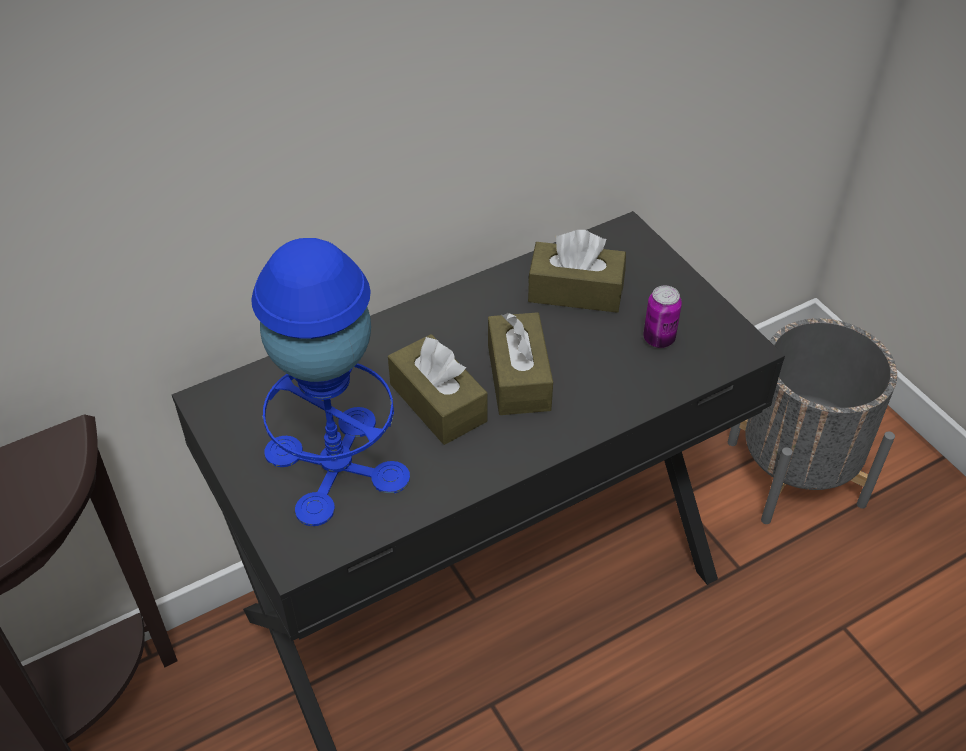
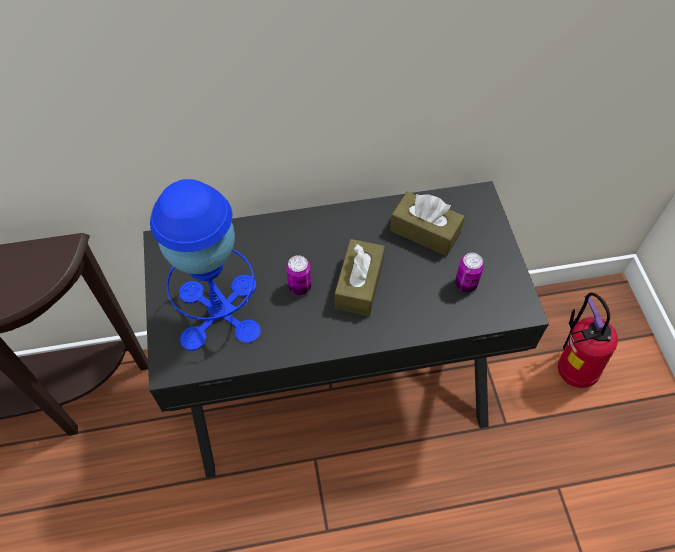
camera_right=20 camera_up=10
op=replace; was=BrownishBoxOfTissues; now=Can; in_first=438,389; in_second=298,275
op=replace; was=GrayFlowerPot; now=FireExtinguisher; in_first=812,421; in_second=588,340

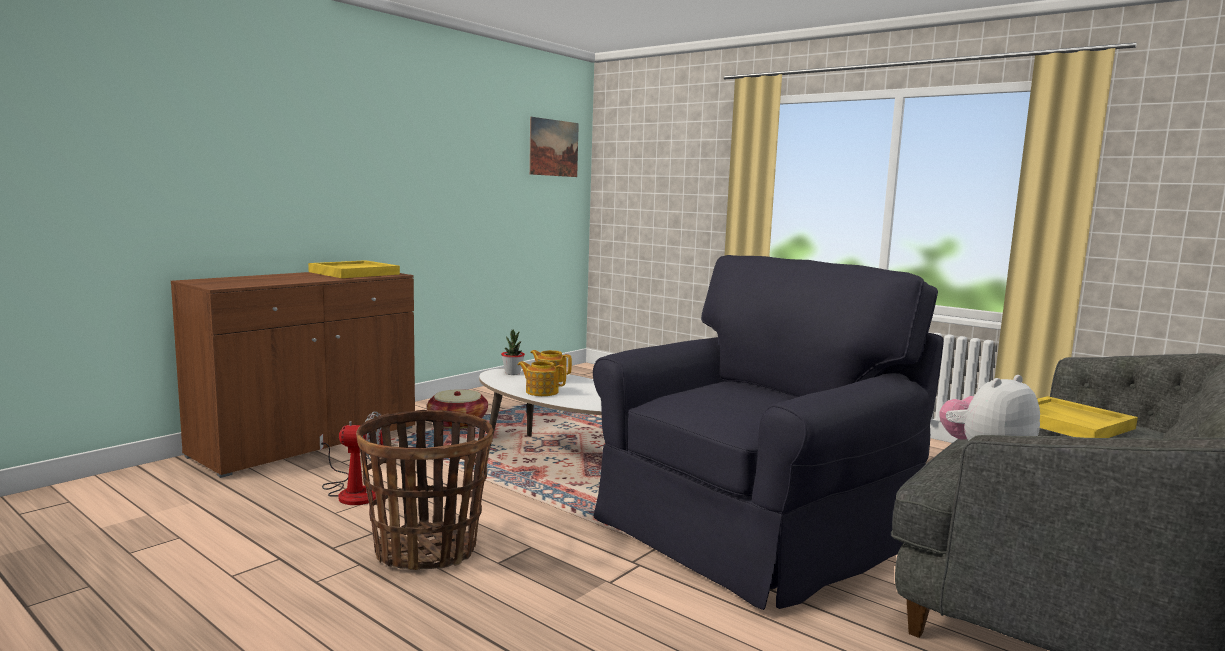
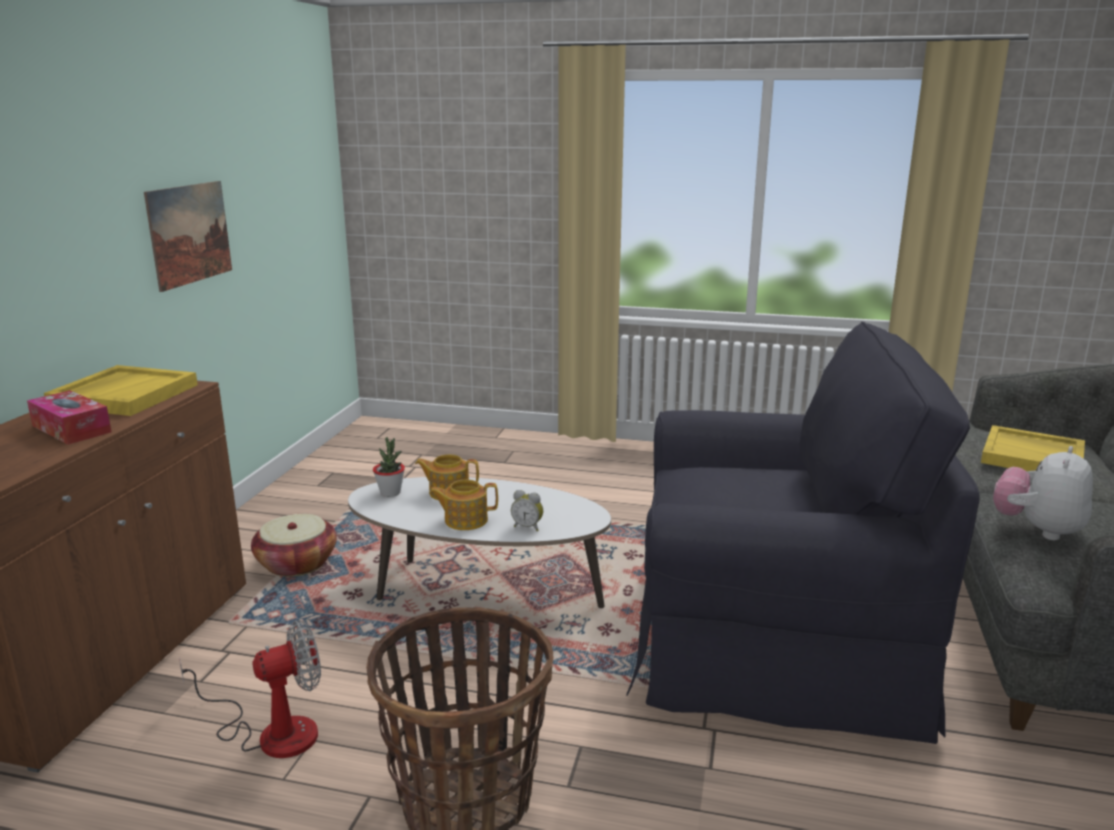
camera_right=-25 camera_up=10
op=move; was=WallArt; in_first=554,147; in_second=188,236
op=rotate; was=BlackishLoungeChair; in_first=768,432; in_second=803,533; clockwise=75
op=insert; now=BoxOfTissues; in_second=69,417
op=insert; now=BedsideClock; in_second=527,510

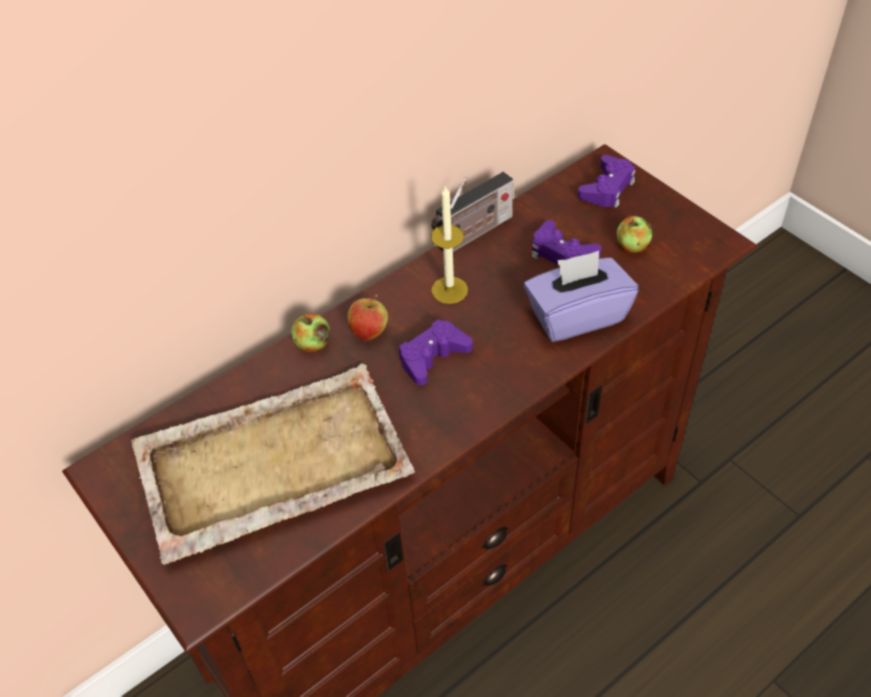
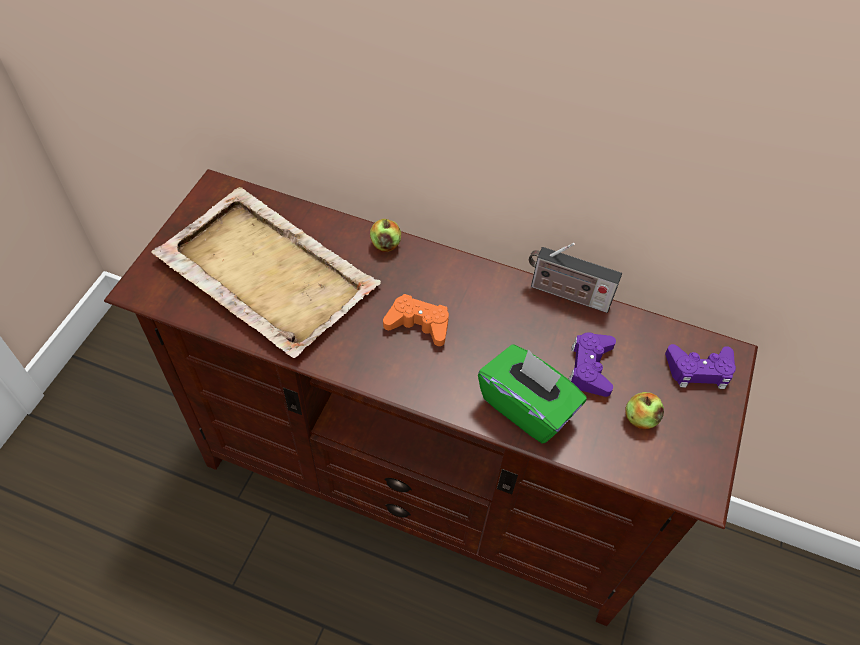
camera_right=55 camera_up=5
op=delete; was=Apple; in_first=367,318
op=recolor; was=PurplishJoypad; now=OrangeJoypad; in_first=436,352; in_second=416,320
op=delete; was=Candle; in_first=449,244
op=recolor; was=PurplishBoxOfTissues; now=GreenishBoxOfTissues; in_first=581,296; in_second=532,394

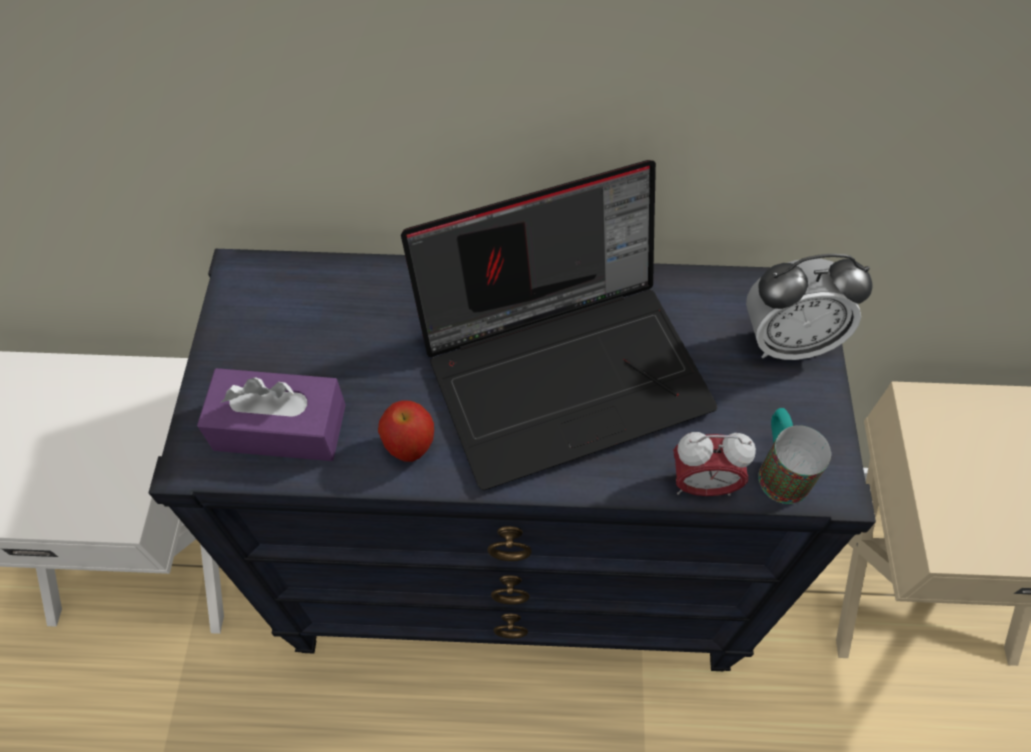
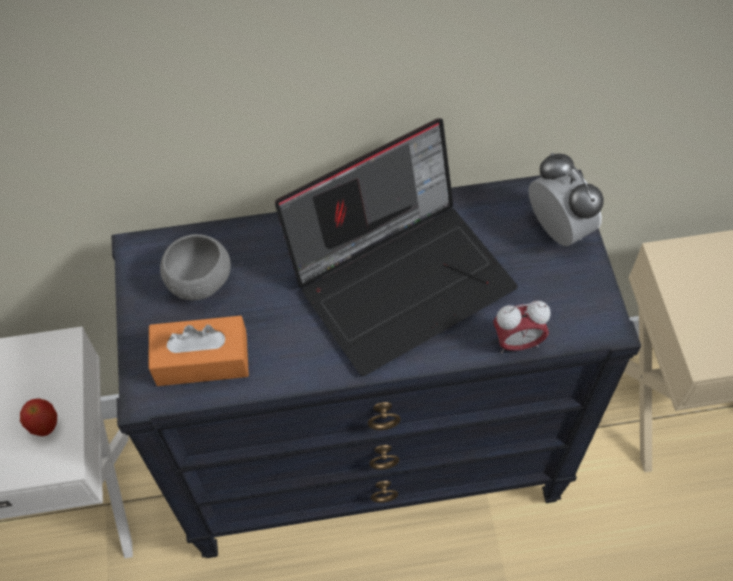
camera_right=-10 camera_up=0
op=recolor; was=PurplishBoxOfTissues; now=OrangeBoxOfTissues; in_first=271,414; in_second=198,351
op=move; was=Apple; in_first=406,431; in_second=38,417
op=rotate; was=BedsideClock; in_first=809,307; in_second=566,199; clockwise=-105
op=delete; was=TeaMug; in_first=794,456
op=insert; now=GrayBowl; in_second=195,267

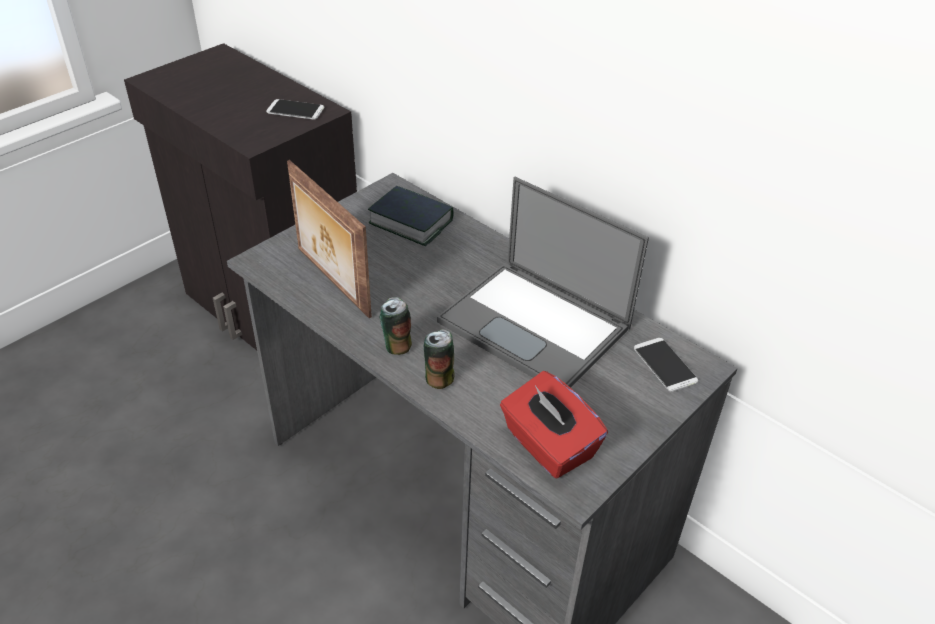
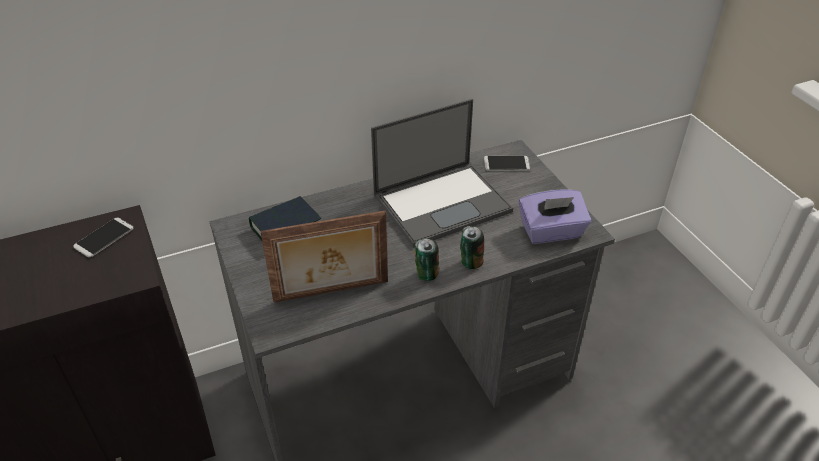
camera_right=-65 camera_up=0
op=recolor; was=ReddishBoxOfTissues; now=PurplishBoxOfTissues; in_first=554,424; in_second=555,216

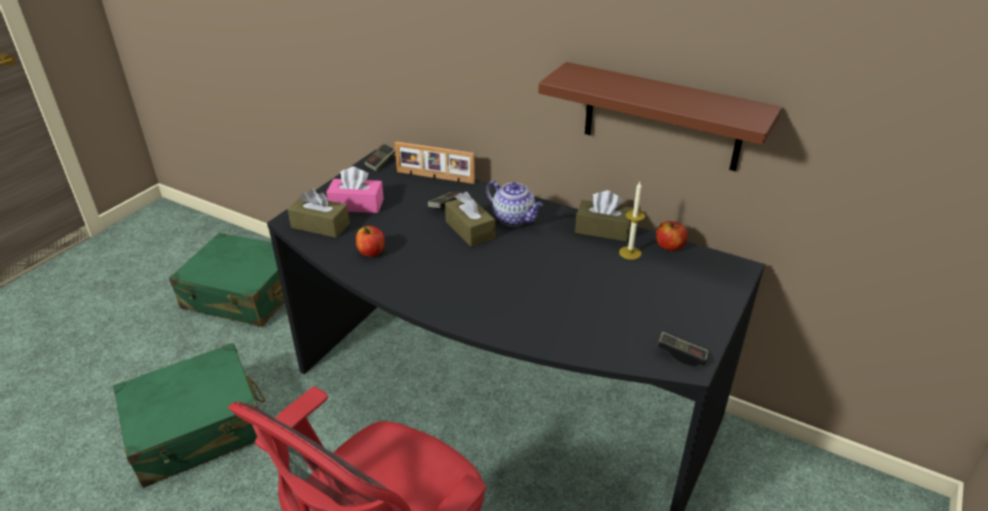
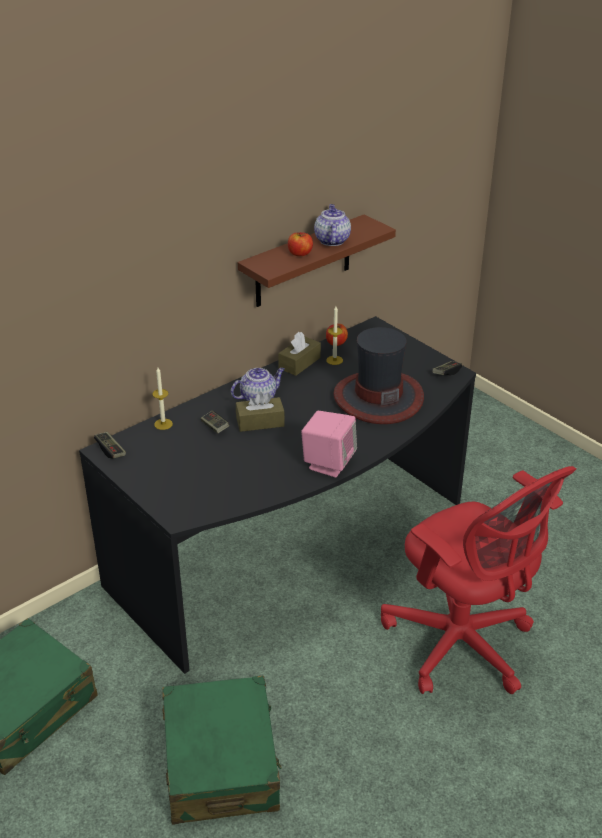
camera_right=-70 camera_up=0
op=delete; was=BrownishBoxOfTissues; in_first=318,213
op=delete; was=PinkishBoxOfTissues; in_first=355,189
op=move; was=Apple; in_first=370,241; in_second=300,244
op=replace; was=PhotoFrame; now=Candle; in_first=434,163; in_second=162,399
op=insert; now=PinkishSpeaker; in_second=329,444
op=insert; now=PotForTea; in_second=332,225
op=insert; now=ClothingHat; in_second=378,375

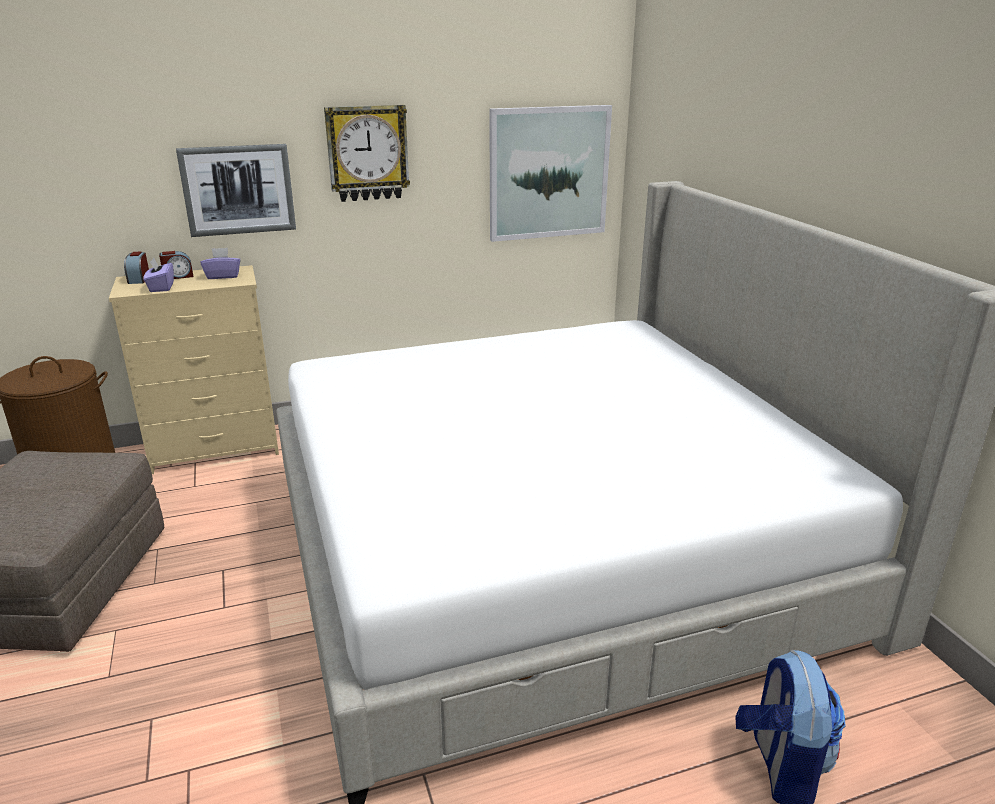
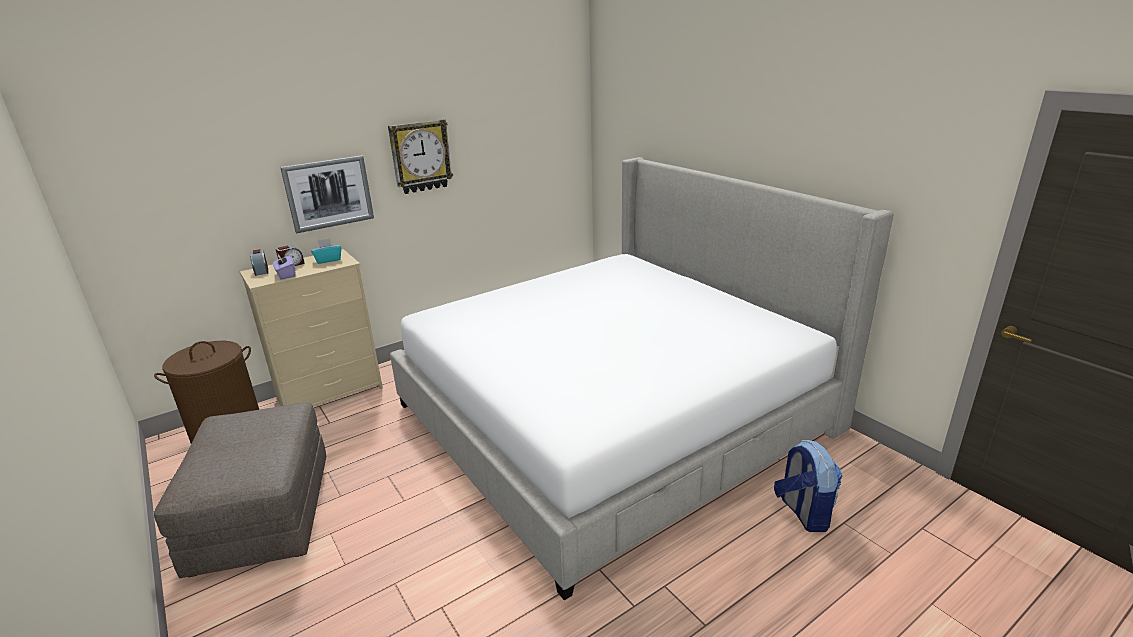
camera_right=-15 camera_up=0
op=recolor; was=PurplishBoxOfTissues; now=TurquoiseBoxOfTissues; in_first=220,263; in_second=326,251
op=delete; was=WallArt; in_first=550,173

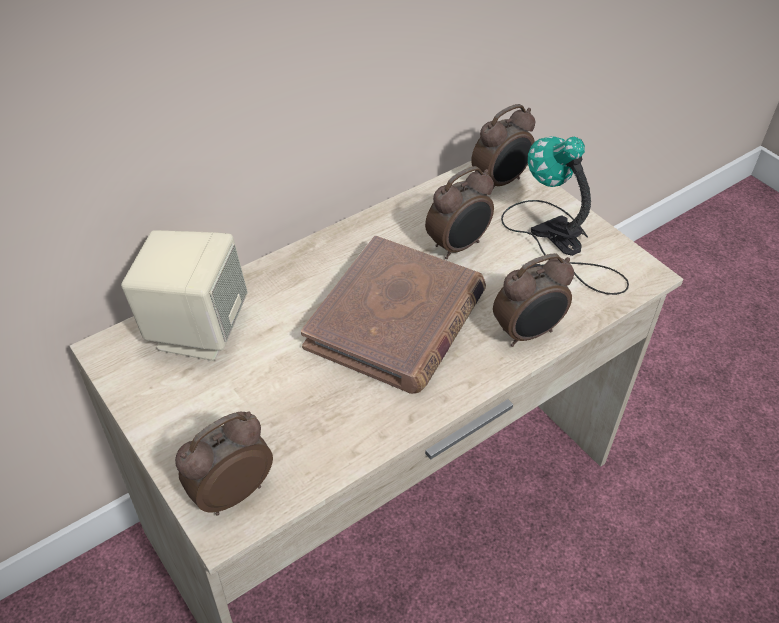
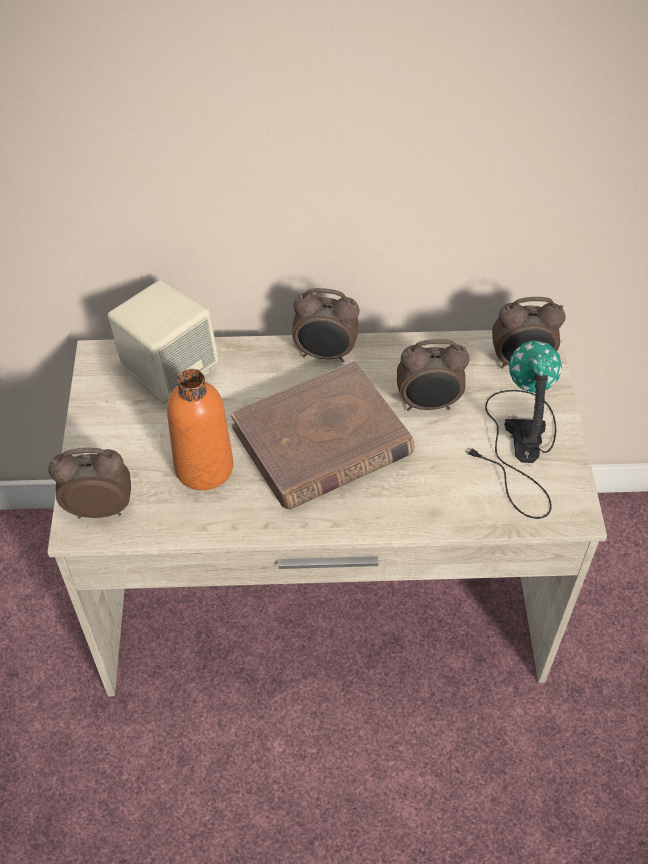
camera_right=35 camera_up=5
op=move; was=BedsideClock; in_first=533,300; in_second=326,325
op=insert; now=OrangeBeverageBottle; in_second=200,429

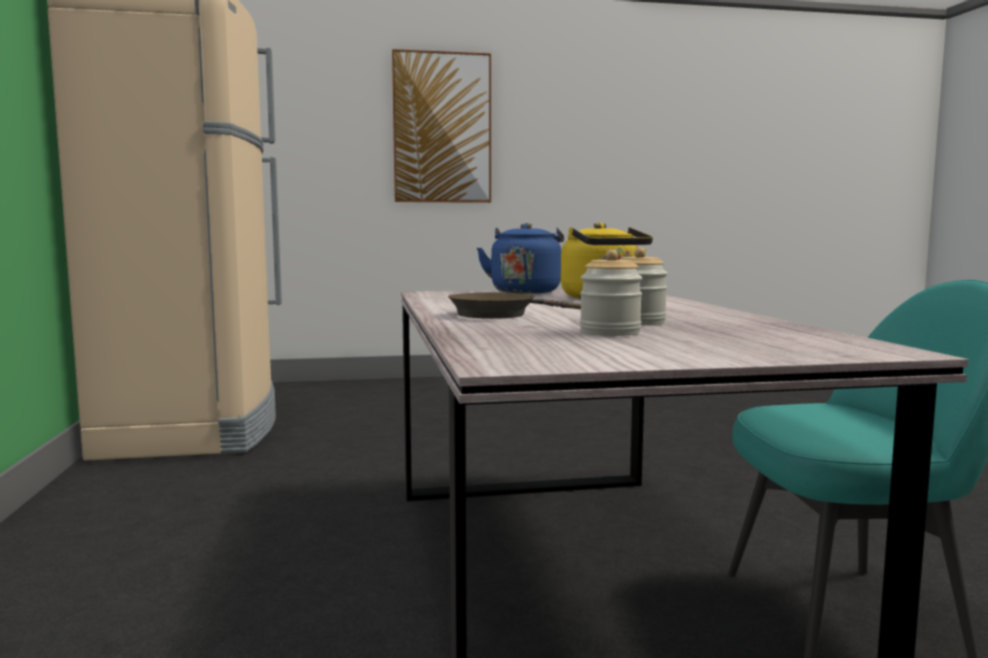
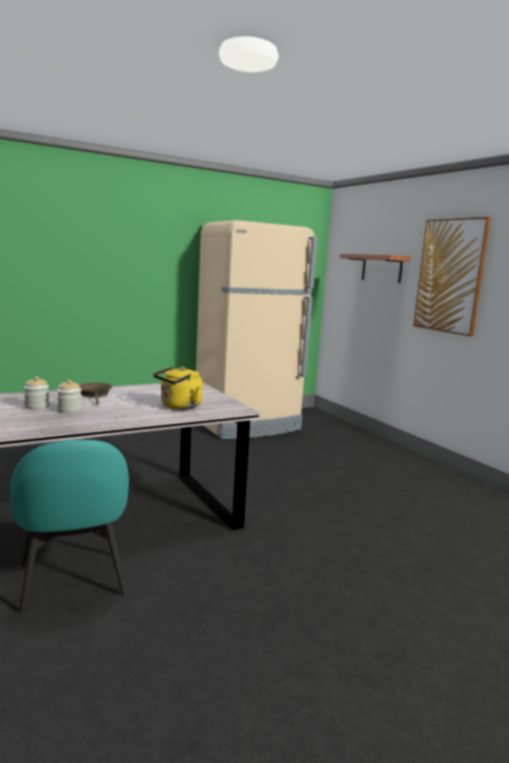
camera_right=70 camera_up=5
op=delete; was=BlueKettle; in_first=520,258
op=insert; now=BracketShelf; in_second=375,268

